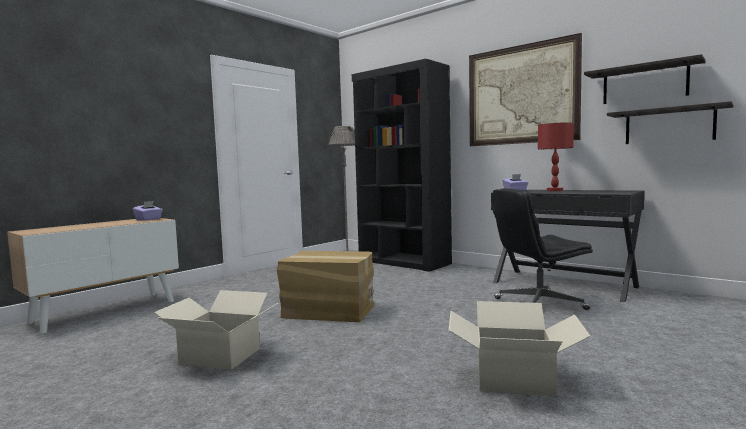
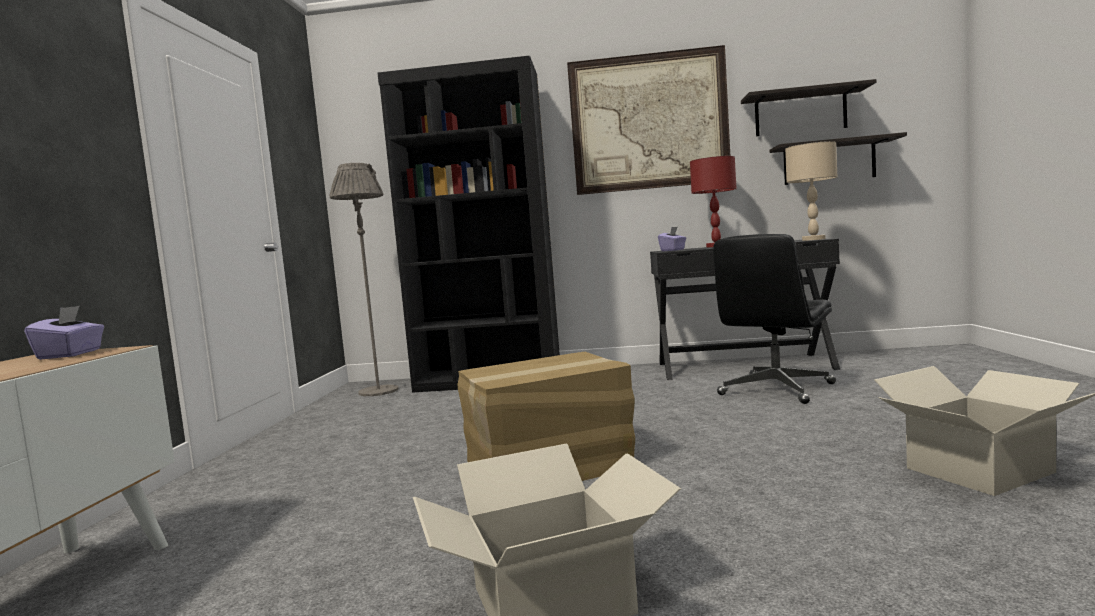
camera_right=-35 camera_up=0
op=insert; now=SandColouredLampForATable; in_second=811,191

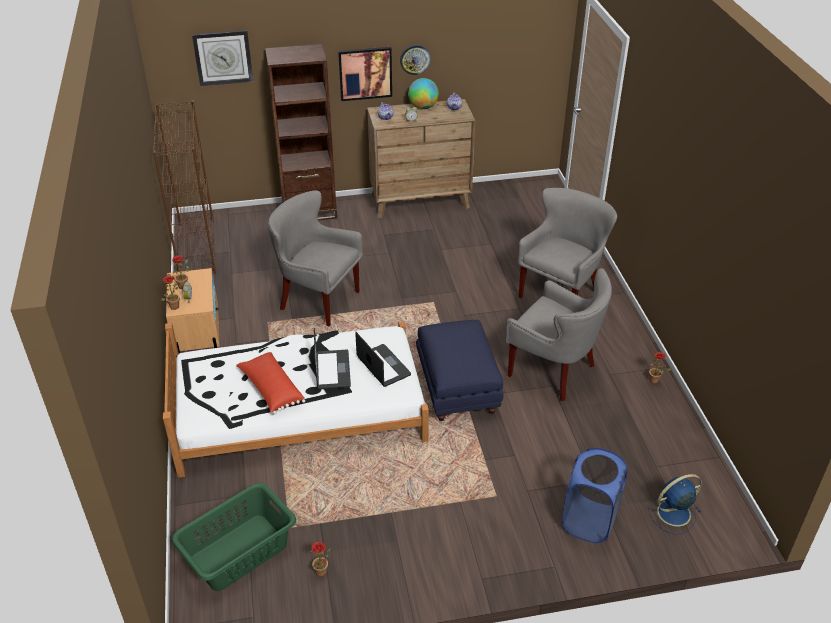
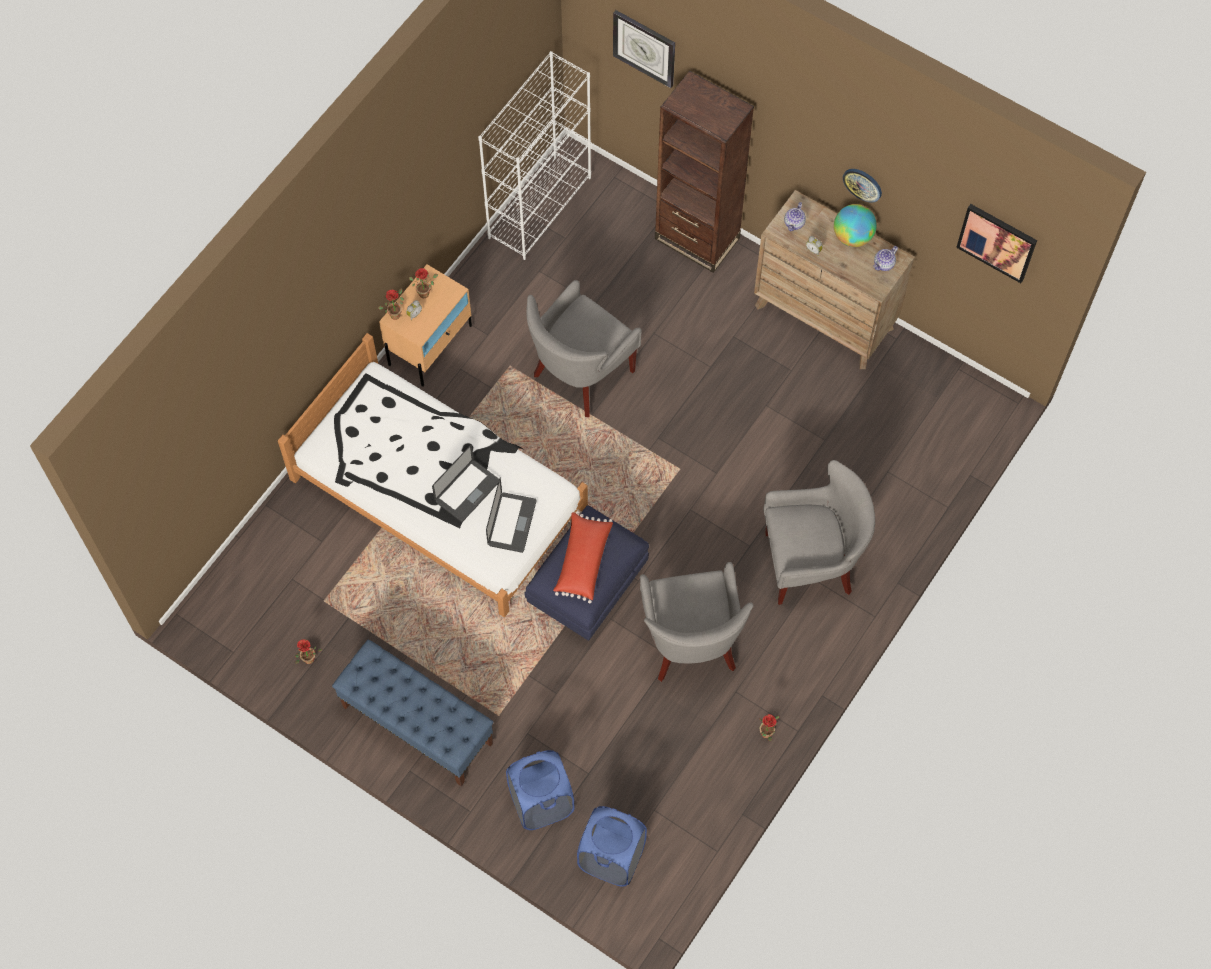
camera_right=45 camera_up=25
op=recolor; was=BrownishBookcase; now=WhiteBookcase; in_first=184,187; in_second=534,155
op=delete; was=GreenishLaundryBasket; in_first=234,537
op=move; was=ReddishPillow; in_first=270,383; in_second=583,557
op=rotate; was=GrayLoungeChair; in_first=315,258; in_second=584,348; clockwise=-120
op=move; was=WallArt; in_first=365,74; in_second=996,243
op=replace; was=BlueFan; now=BlueLaundryBasket; in_first=675,504; in_second=612,846
op=insert; now=BlueLongSeat; in_second=413,713

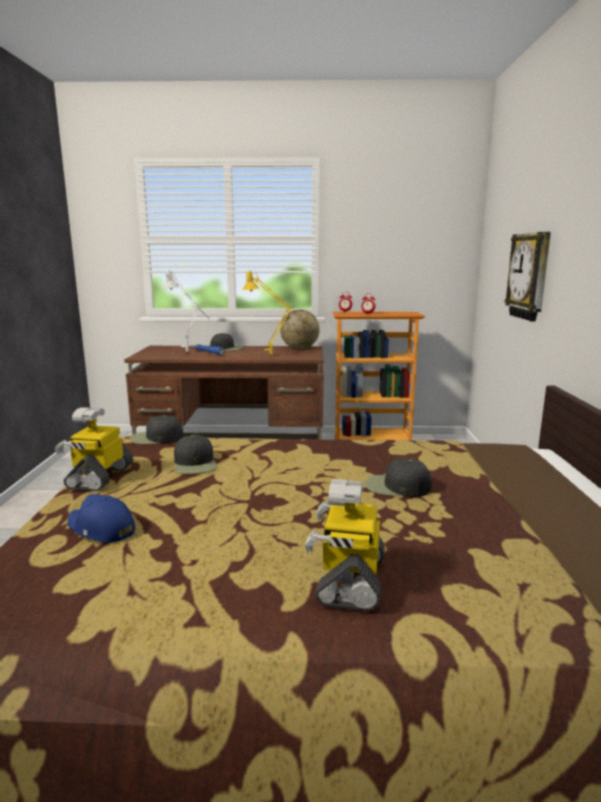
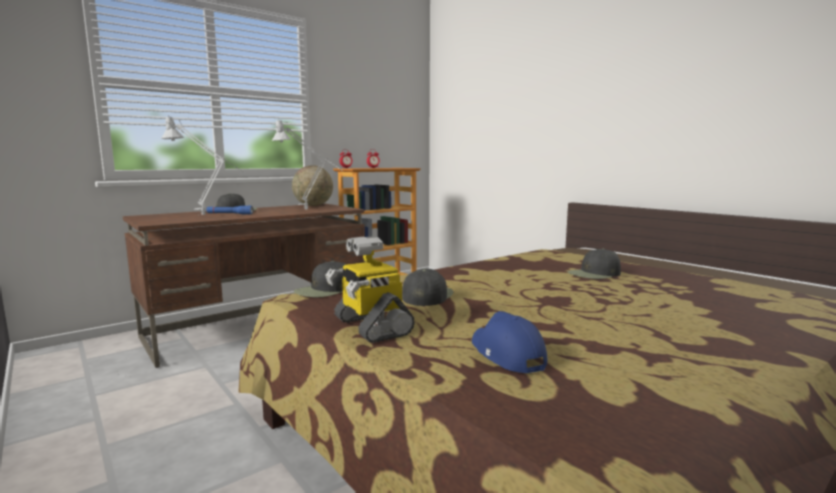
camera_right=-40 camera_up=-5
op=rotate; was=BlueCap; in_first=101,518; in_second=509,342; clockwise=75
op=rotate; was=BlackishCap; in_first=195,454; in_second=427,287; clockwise=-105
op=recolor; was=YellowishLampForATable; now=GrayLampForATable; in_first=274,313; in_second=307,164
op=delete; was=RobotFigure; in_first=345,545
op=delete; was=WallClock; in_first=528,277

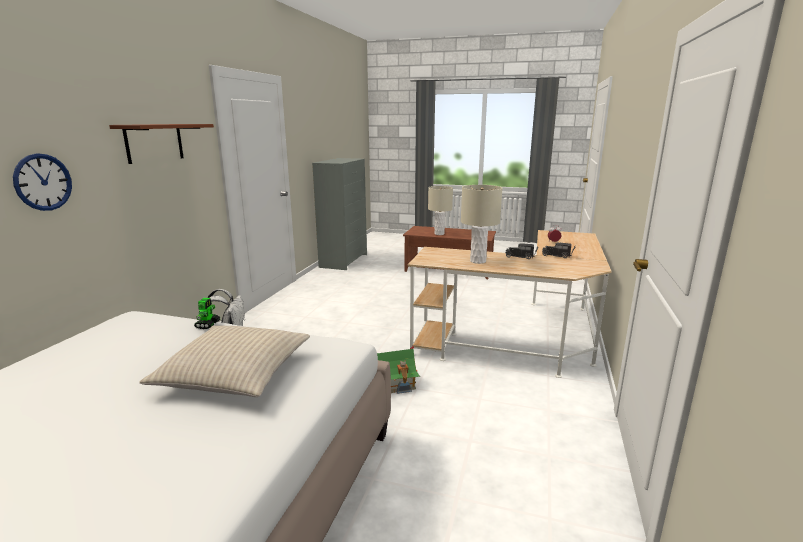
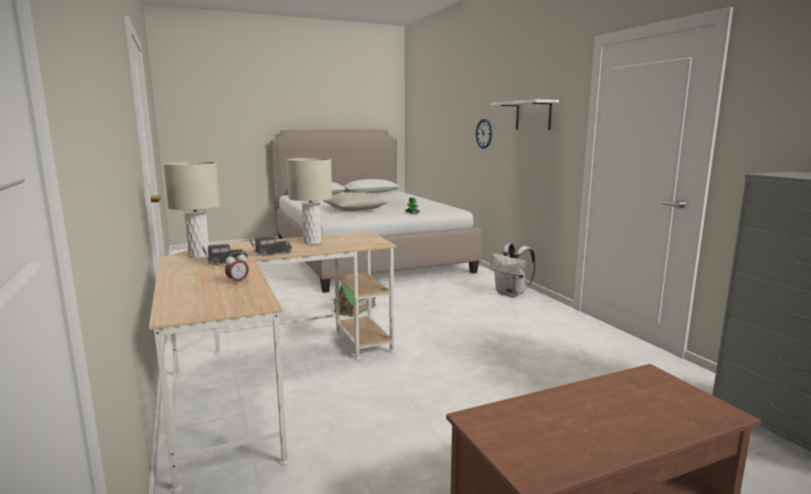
camera_right=140 camera_up=-5
op=recolor; was=BrownishBracketShelf; now=WhiteBracketShelf; in_first=161,144; in_second=525,114
op=move; was=SandColouredLampForATable; in_first=440,210; in_second=191,210

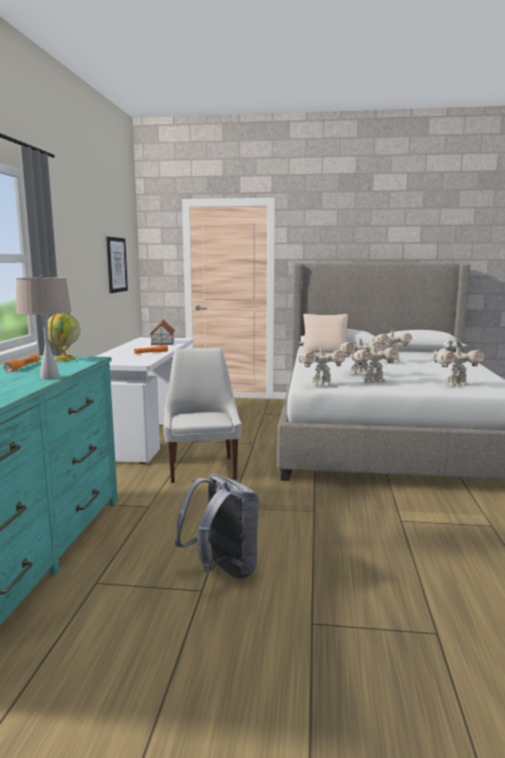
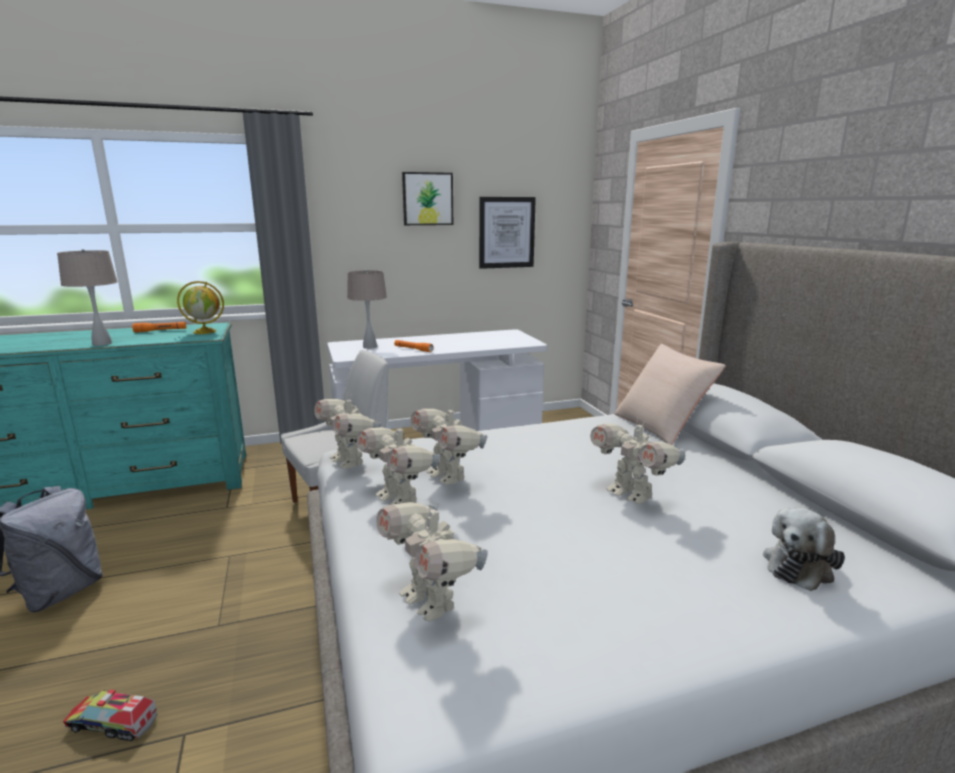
camera_right=65 camera_up=5
op=delete; was=MiniatureHouse; in_first=162,332
op=insert; now=ToyLorry; in_second=110,715
op=insert; now=SandColouredLampForATable; in_second=367,309
op=insert; now=WallArt; in_second=427,198

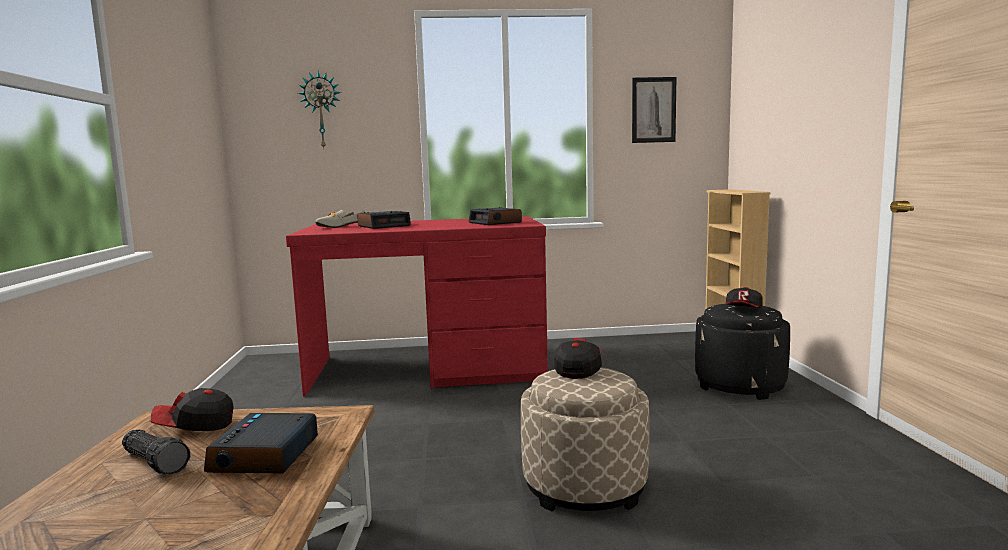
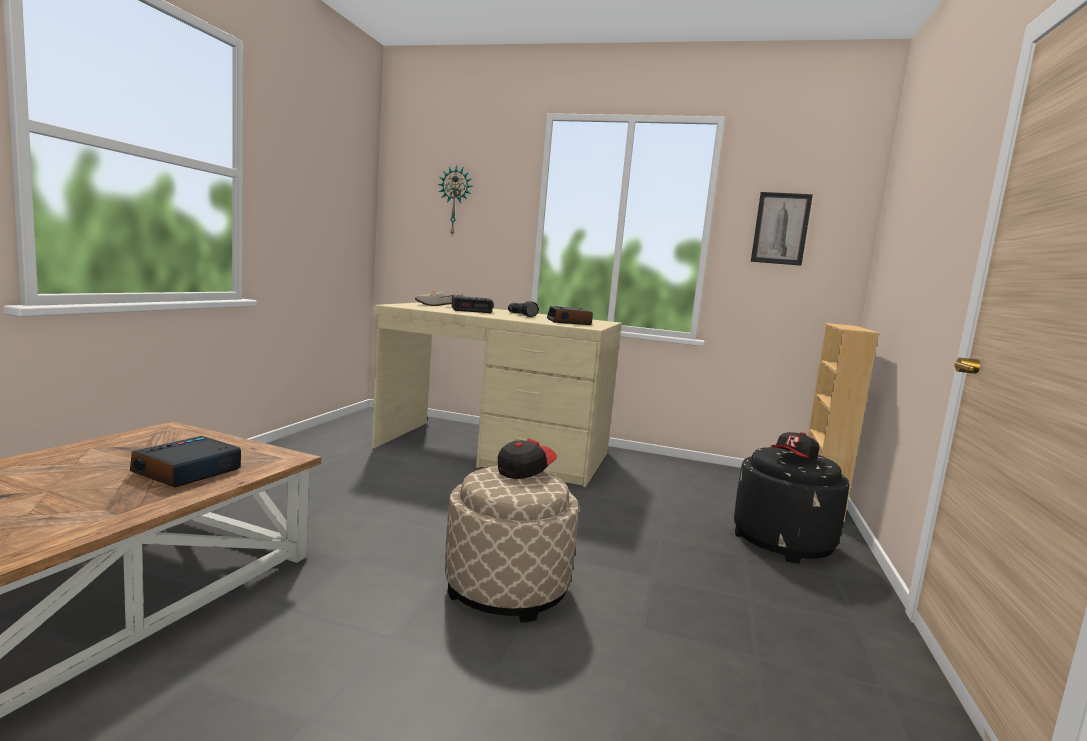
camera_right=20 camera_up=0
op=move; was=HandTorch; in_first=156,452; in_second=523,309
op=delete; was=Cap; in_first=192,409
op=recolor; was=ReddishDeskUnit; now=SandColouredDeskUnit; in_first=417,306; in_second=497,394

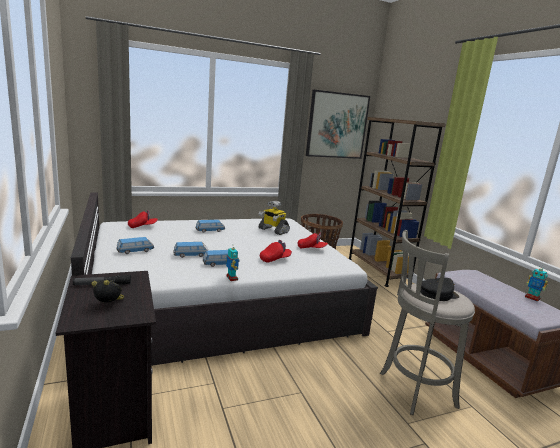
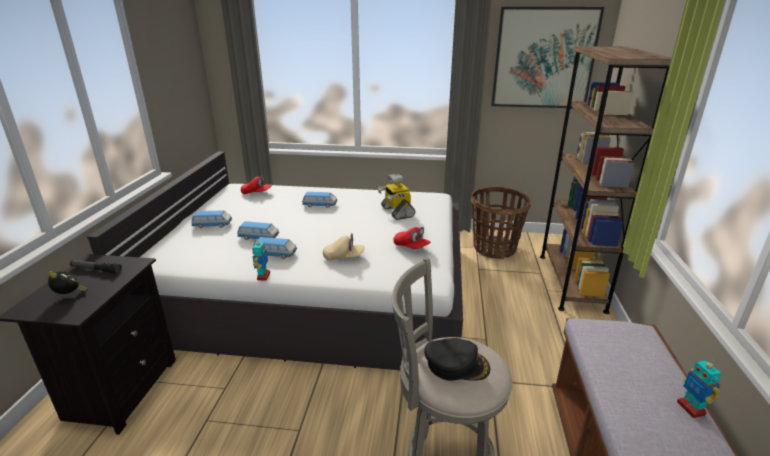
camera_right=30 camera_up=10
op=recolor; was=ReddishCap; now=SandColouredCap; in_first=276,251; in_second=344,247

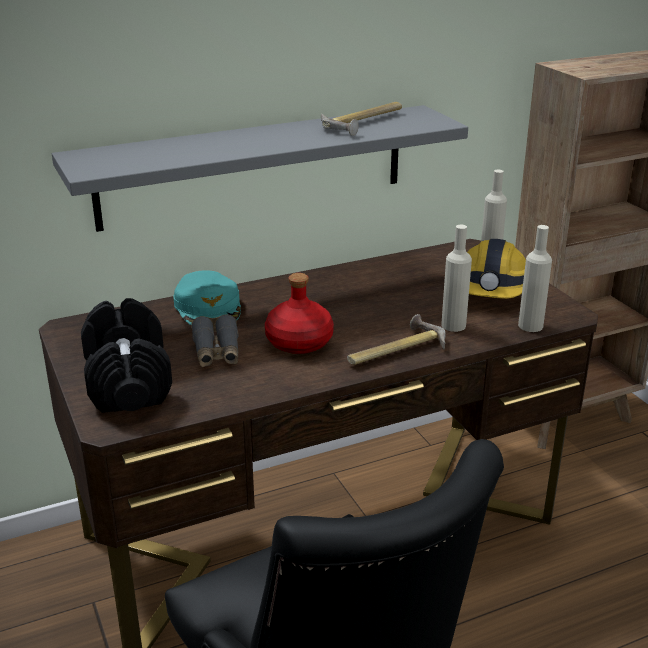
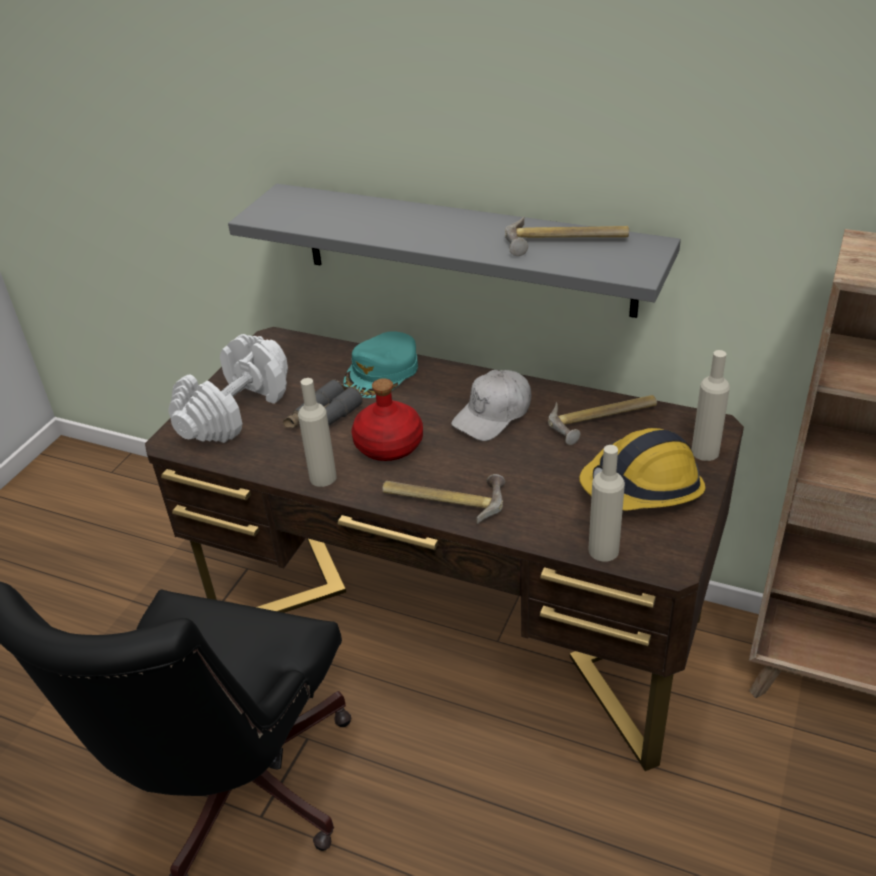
camera_right=50 camera_up=10
op=recolor; was=BlackishFreeWeight; now=WhiteFreeWeight; in_first=126,355; in_second=228,388
op=move; was=SandColouredBeverageBottle; in_first=456,278; in_second=317,432
op=insert; now=WhiteCap; in_second=491,405
op=insert; now=HandHammer; in_second=602,420

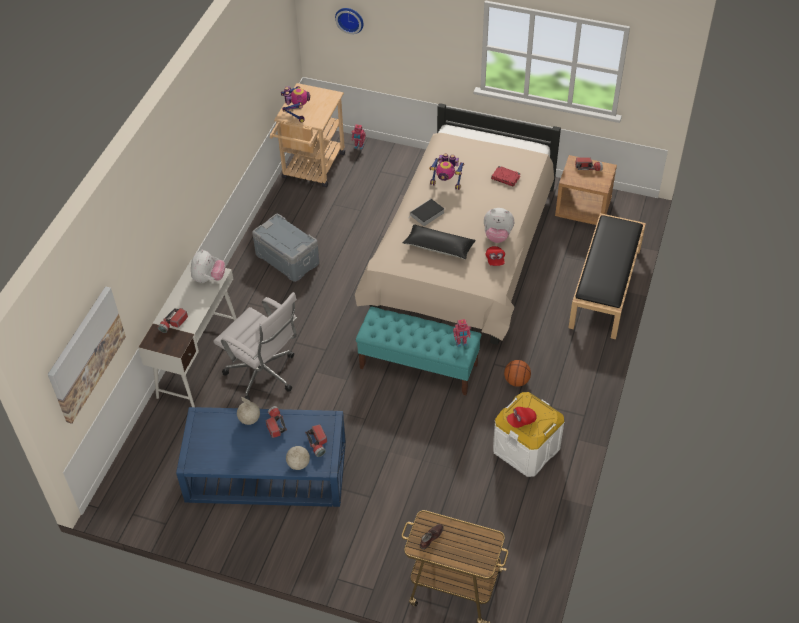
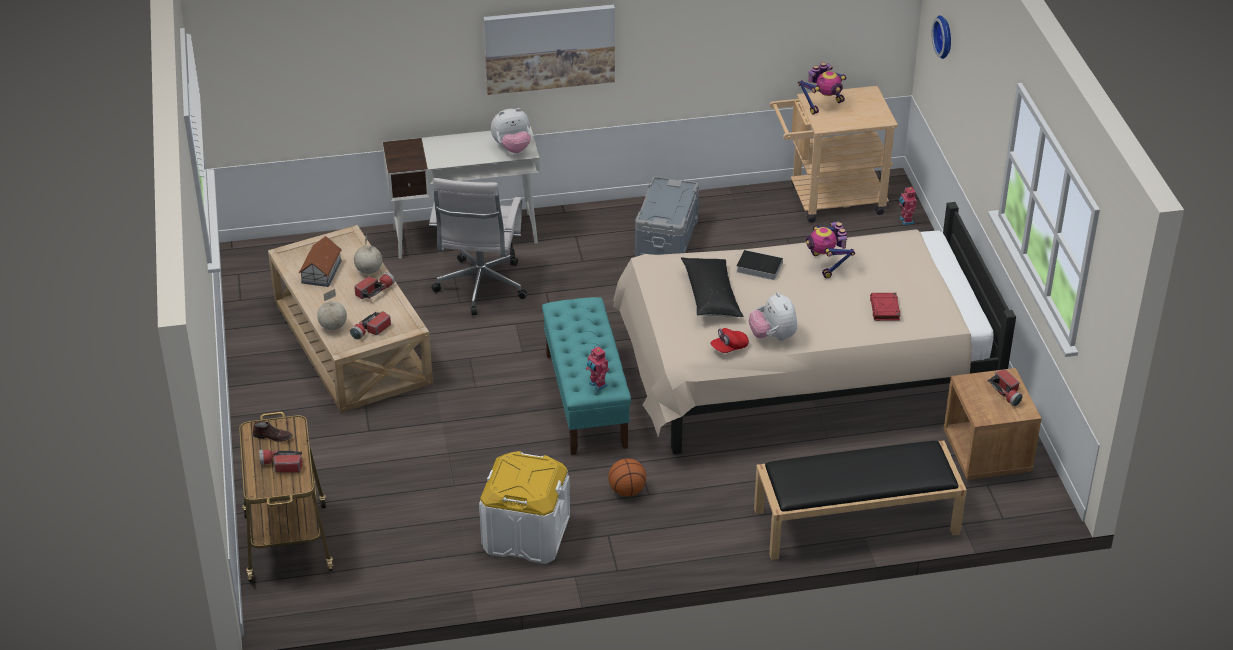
camera_right=60 camera_up=-10
op=move; was=WallArt; in_first=87,355; in_second=549,49
op=move; was=HandTorch; in_first=173,320; in_second=280,461
op=recolor; was=BlueCoffeeTable; now=SandColouredCoffeeTable; in_first=261,457; in_second=350,319
op=delete; was=ReddishCap; in_first=521,417
op=insert; now=MiniatureHouse; in_second=320,261

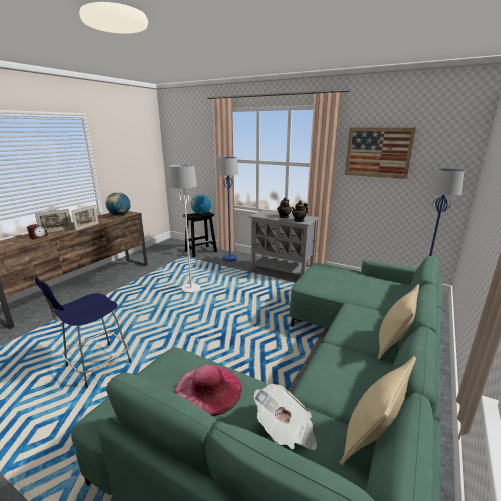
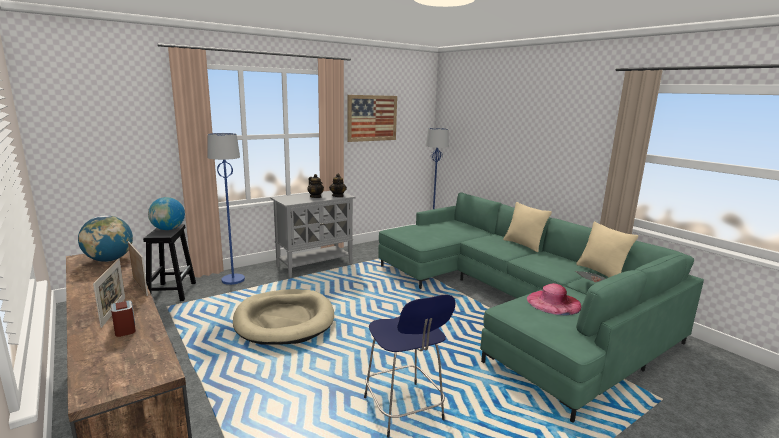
camera_right=-65 camera_up=-5
op=replace; was=WhiteStandardLamp; now=SandColouredPetBed; in_first=185,228; in_second=283,317

